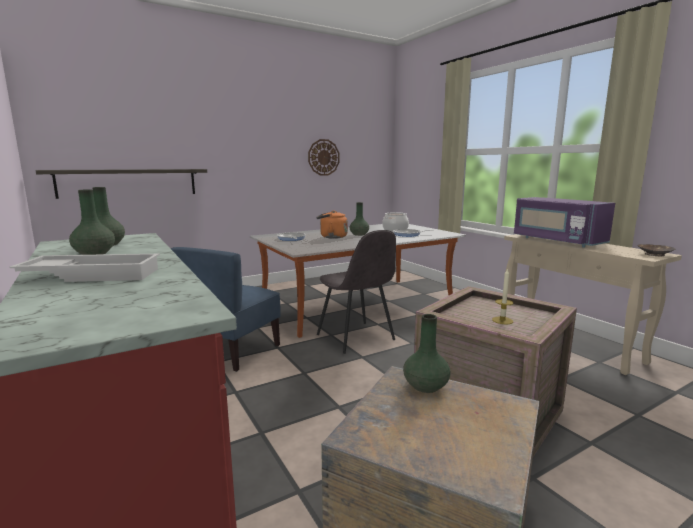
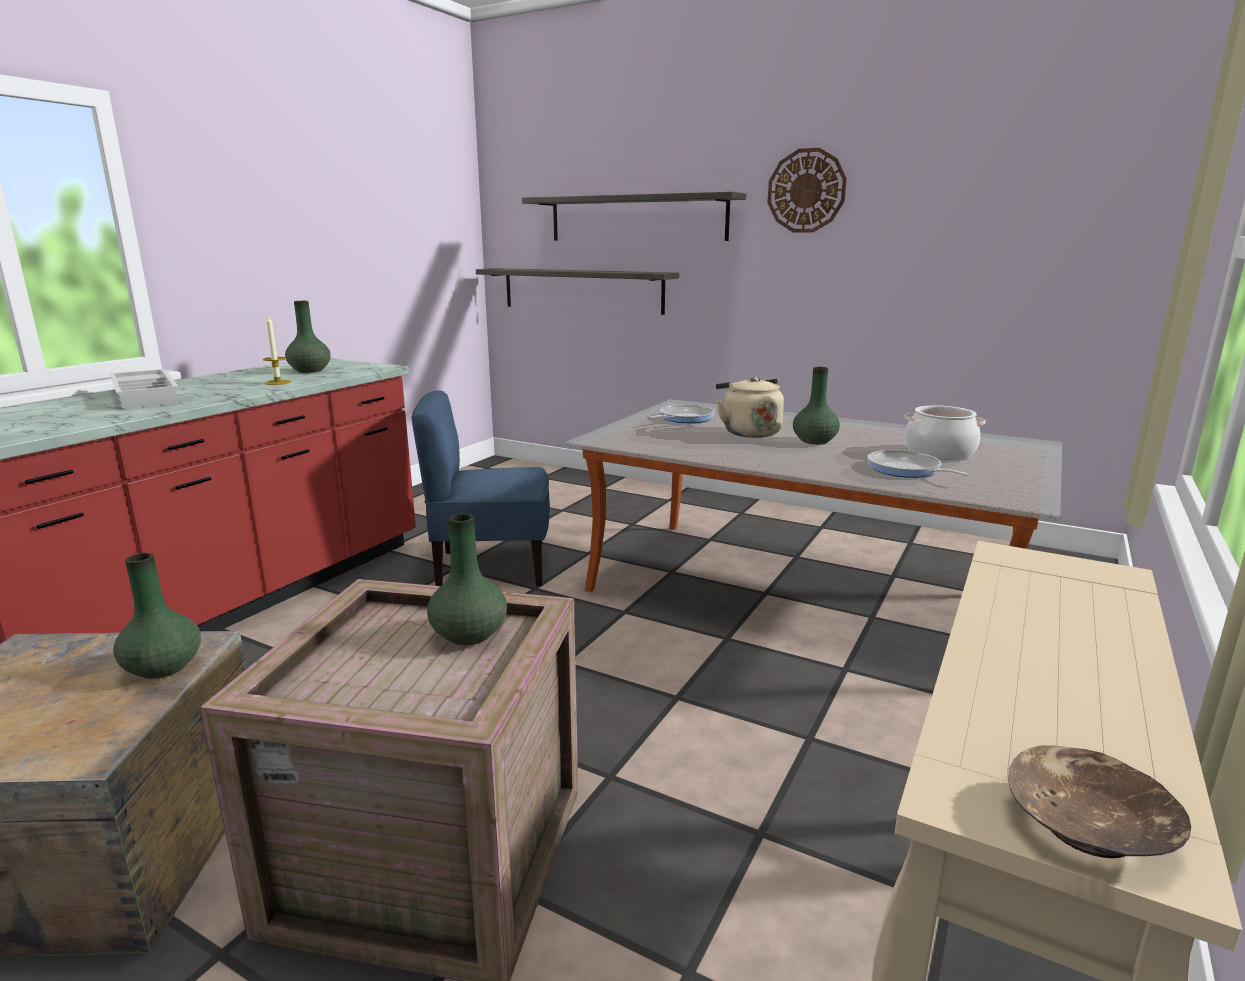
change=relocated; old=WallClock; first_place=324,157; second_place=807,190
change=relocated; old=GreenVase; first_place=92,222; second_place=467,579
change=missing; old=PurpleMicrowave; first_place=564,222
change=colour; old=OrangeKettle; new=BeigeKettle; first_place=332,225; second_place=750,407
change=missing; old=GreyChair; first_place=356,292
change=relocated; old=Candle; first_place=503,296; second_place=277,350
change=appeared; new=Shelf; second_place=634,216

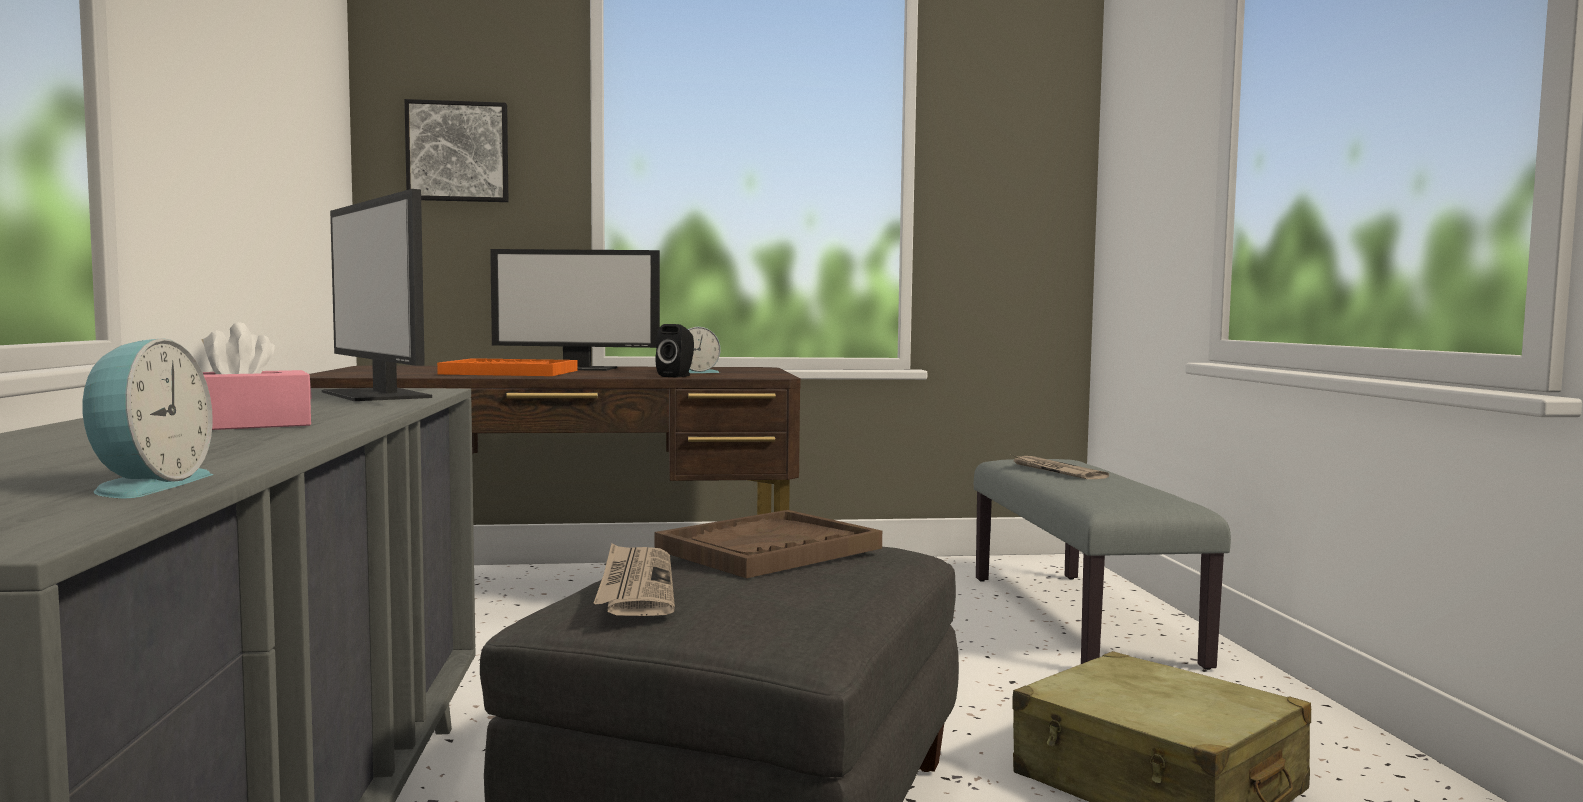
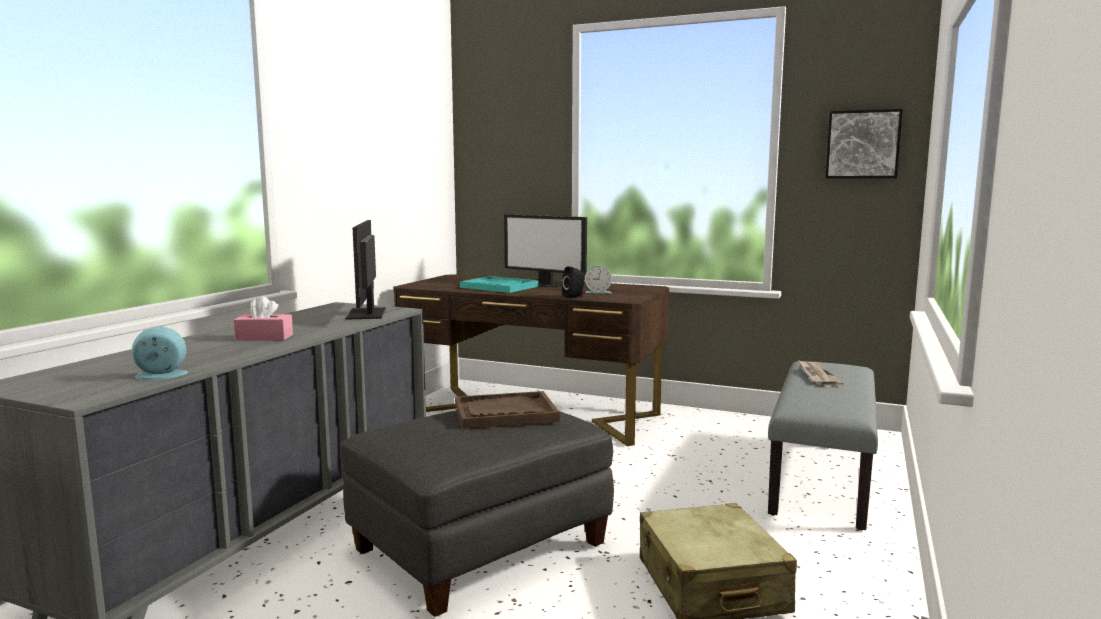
change=relocated; old=Picture; first_place=456,150; second_place=864,143
change=spun; old=AlarmClock; first_place=147,418; second_place=160,353; degrees=-135
change=colour; old=OrangeTray; new=TurquoiseTray; first_place=507,367; second_place=499,284
change=missing; old=Newspaper; first_place=634,579

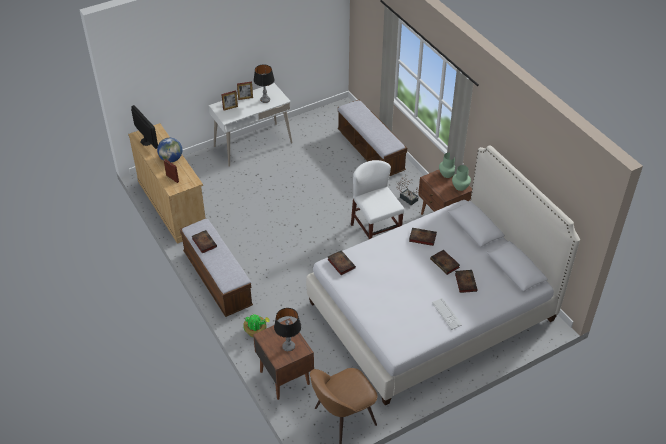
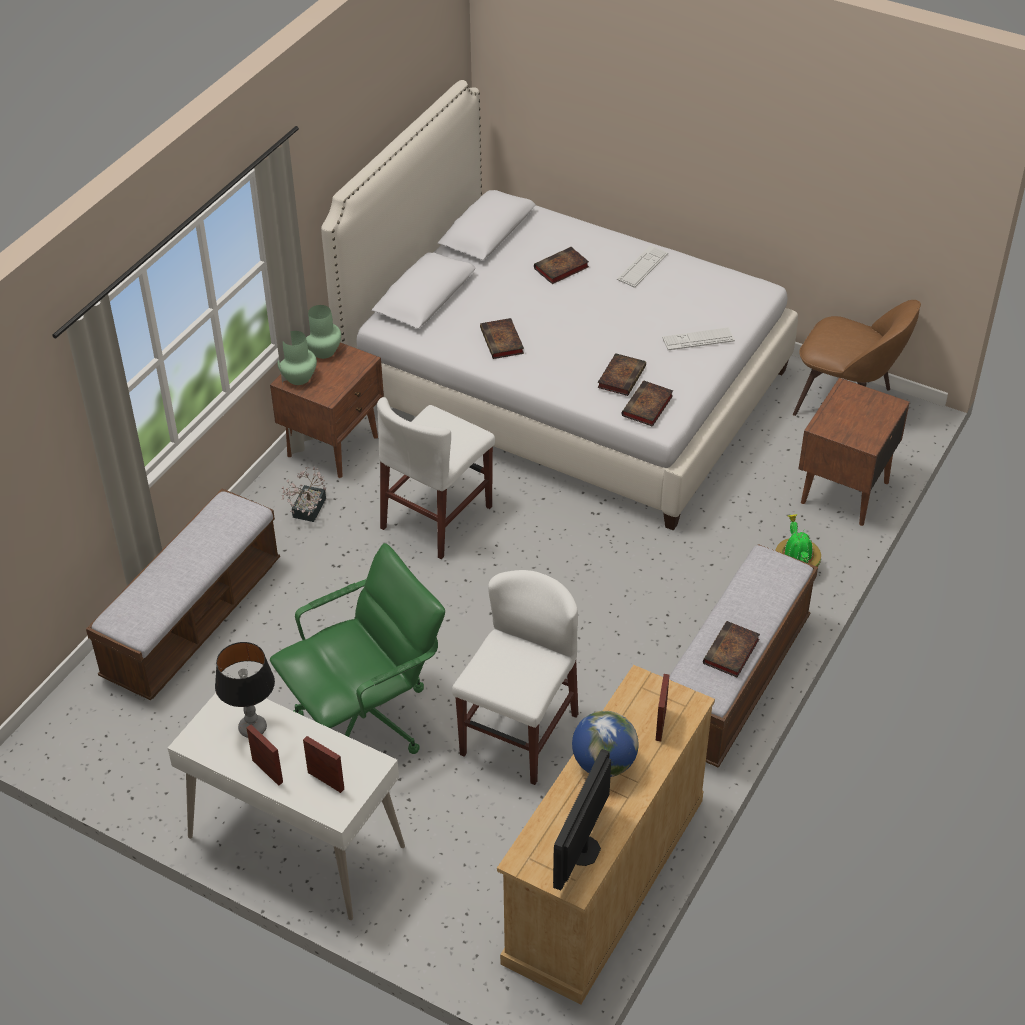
change=relocated; old=Book; first_place=445,262; second_place=621,374
change=missing; old=TableLamp; first_place=287,330
change=appeared; new=Keyboard; second_place=698,338
change=appeared; new=GreenOfficeChair; second_place=357,648
change=appeared; new=WhiteChair; second_place=515,677

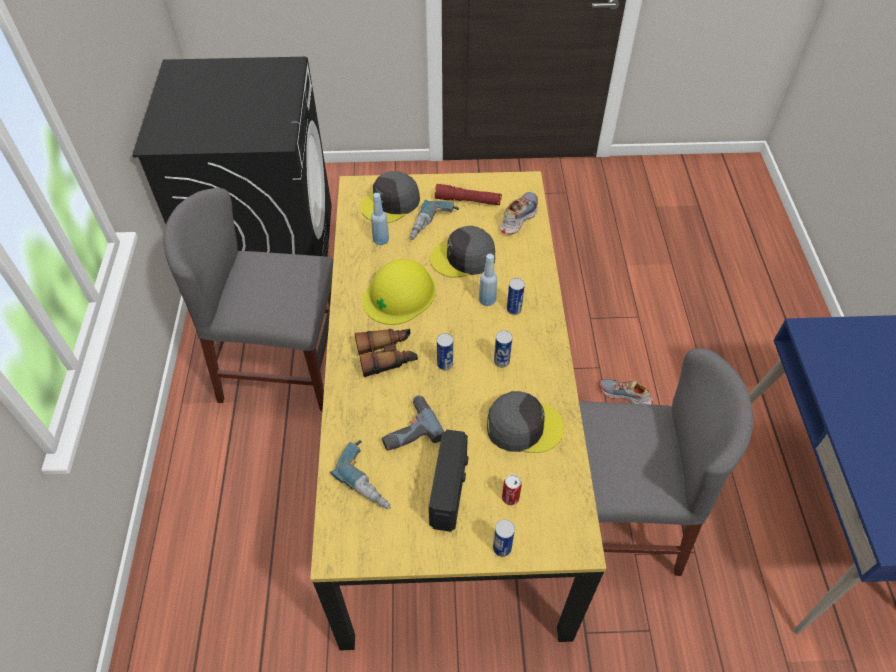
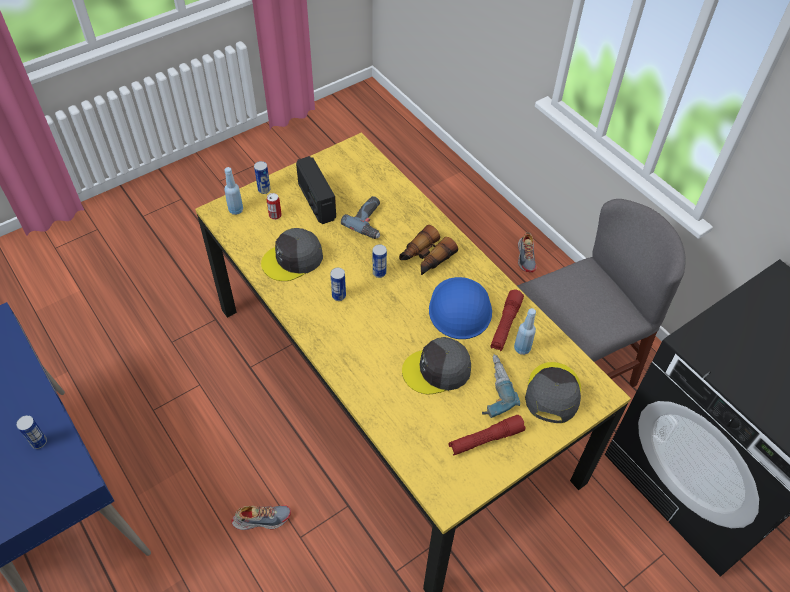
change=relocated; old=Shoe; first_place=518,213; second_place=527,252
change=spun; old=GreyCap; first_place=462,252; second_place=436,366; degrees=-150
change=relocated; old=BlueBottle; first_place=488,280; second_place=233,191
change=colour; old=YellowHardHat; new=BlueHardHat; first_place=399,292; second_place=460,308
change=relocated; old=Can; first_place=516,296; second_place=31,432
change=missing; old=GreyChair; first_place=666,462
change=missing; old=PowerDrill; first_place=360,474
change=appeared; new=RedFlashlight; second_place=507,320

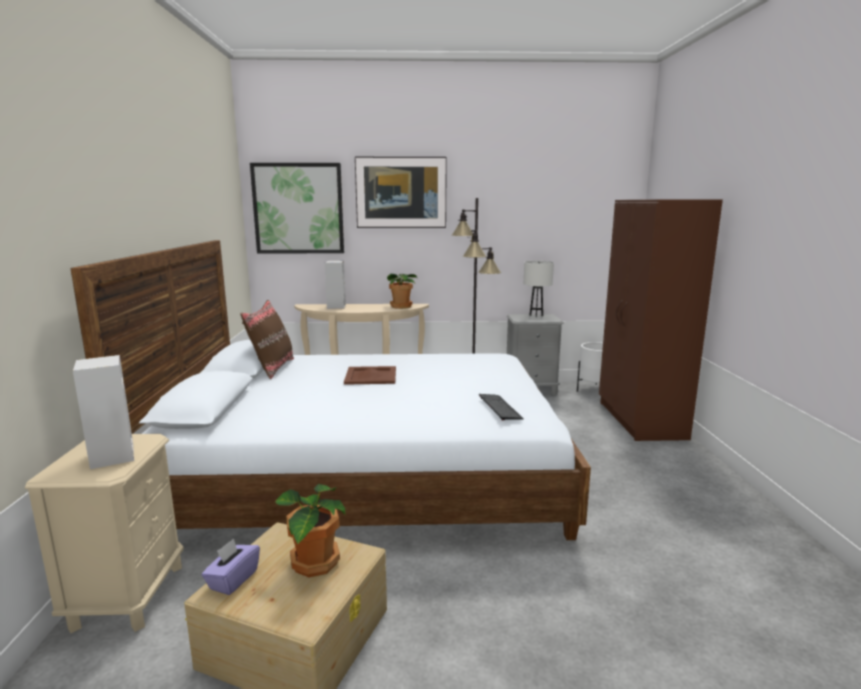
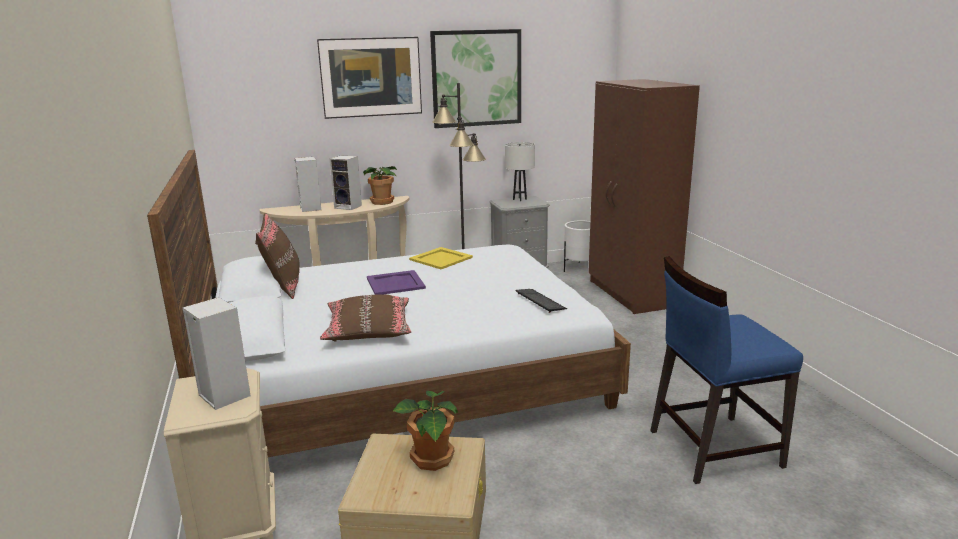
change=relocated; old=Picture; first_place=297,208; second_place=475,78
change=colour; old=BrownTray; new=PurpleTray; first_place=370,375; second_place=396,282
change=missing; old=PurpleTissueBox; first_place=231,566
change=appeared; new=Speaker; second_place=346,182
change=appeared; new=YellowTray; second_place=441,258
change=appeared; new=BlueChair; second_place=726,370
change=appeared; new=BrownPillow; second_place=365,318

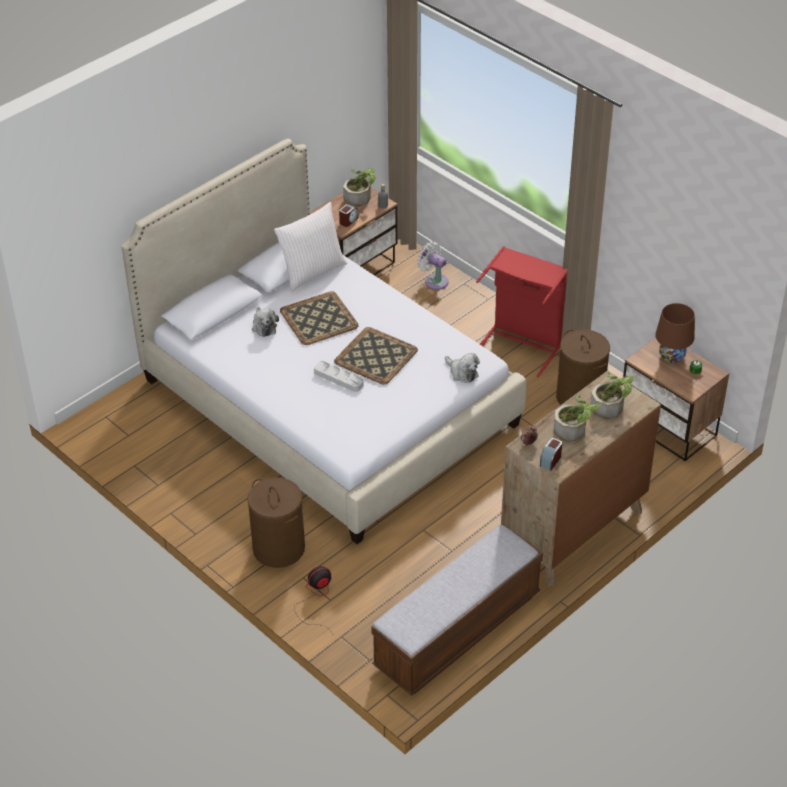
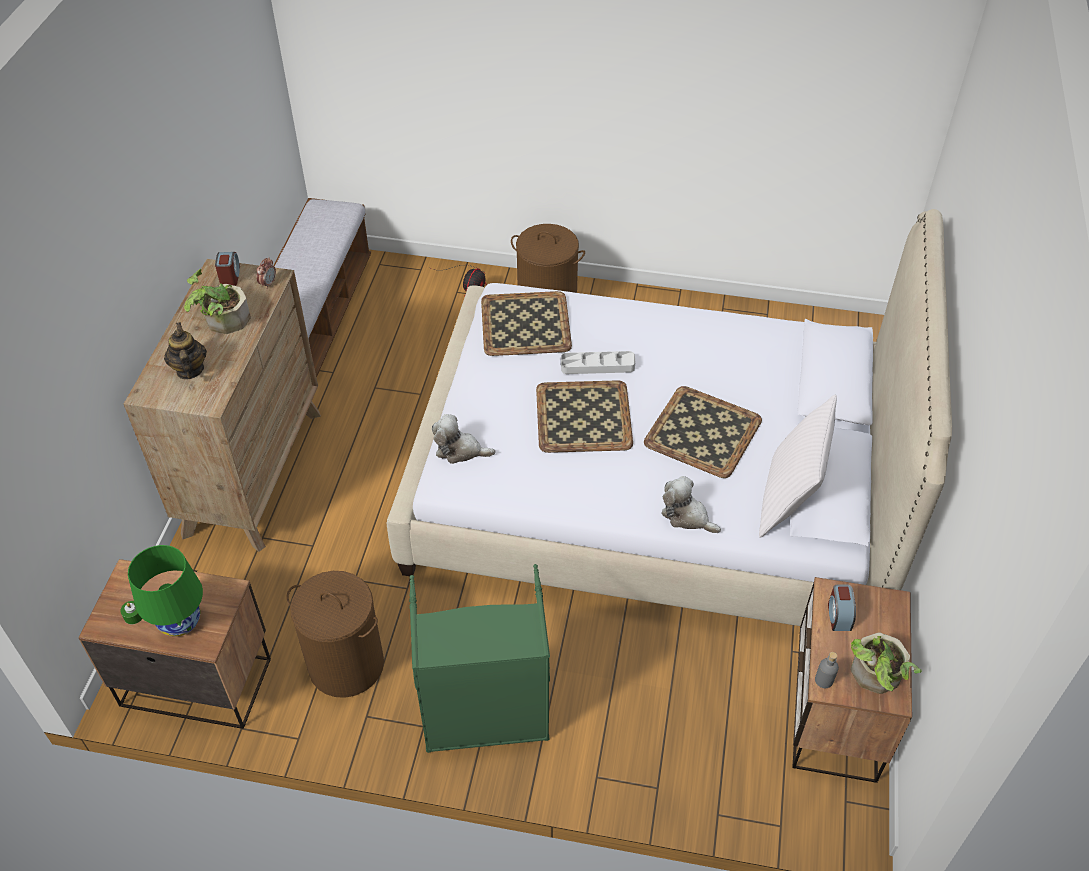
change=missing; old=WhiteFan; first_place=433,265
change=colour; old=RedLaundryBasket; new=GreenLaundryBasket; first_place=521,311; second_place=479,658
change=colour; old=BrownTableLamp; new=GreenTableLamp; first_place=675,333; second_place=165,590
change=relocated; old=PlushToy; first_place=265,322; second_place=691,504
change=exchanged; old=PottedPlant; new=Teapot; first_place=612,394; second_place=185,350
change=appeared; new=Tray; second_place=526,323

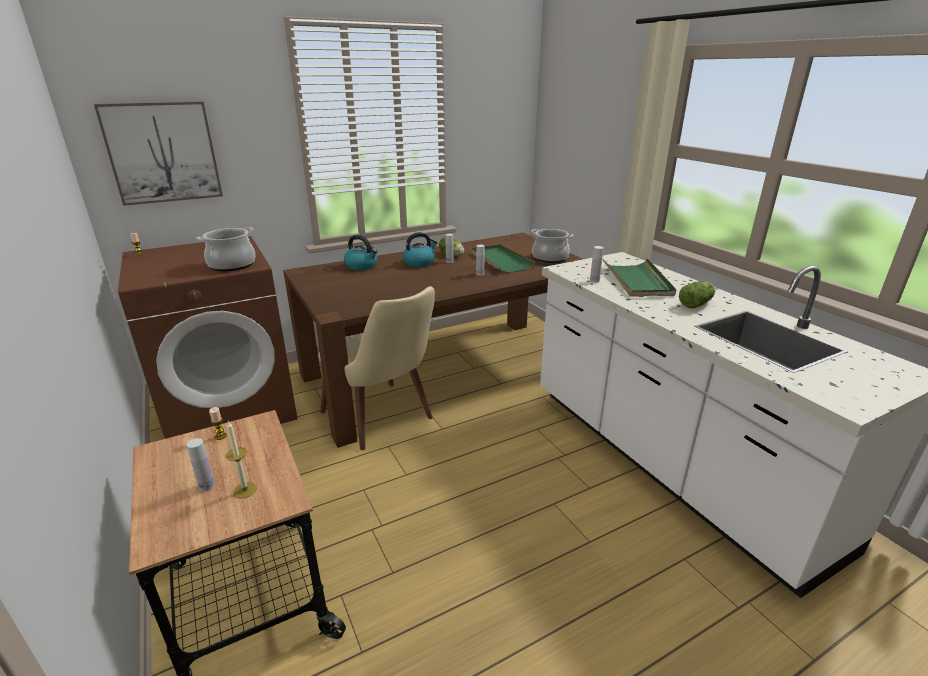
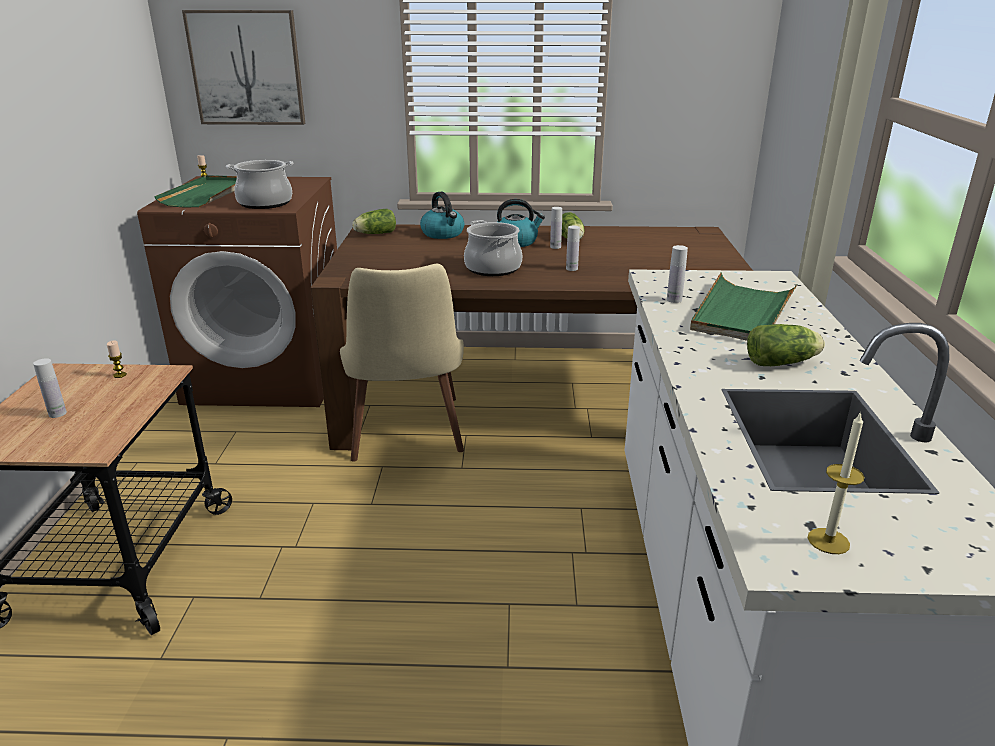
change=relocated; old=CookingPot; first_place=552,246; second_place=493,248
change=relocated; old=GreenTray; first_place=503,258; second_place=195,191
change=relocated; old=Candle; first_place=241,460; second_place=836,482
change=appeared; new=Lettuce; second_place=374,221

